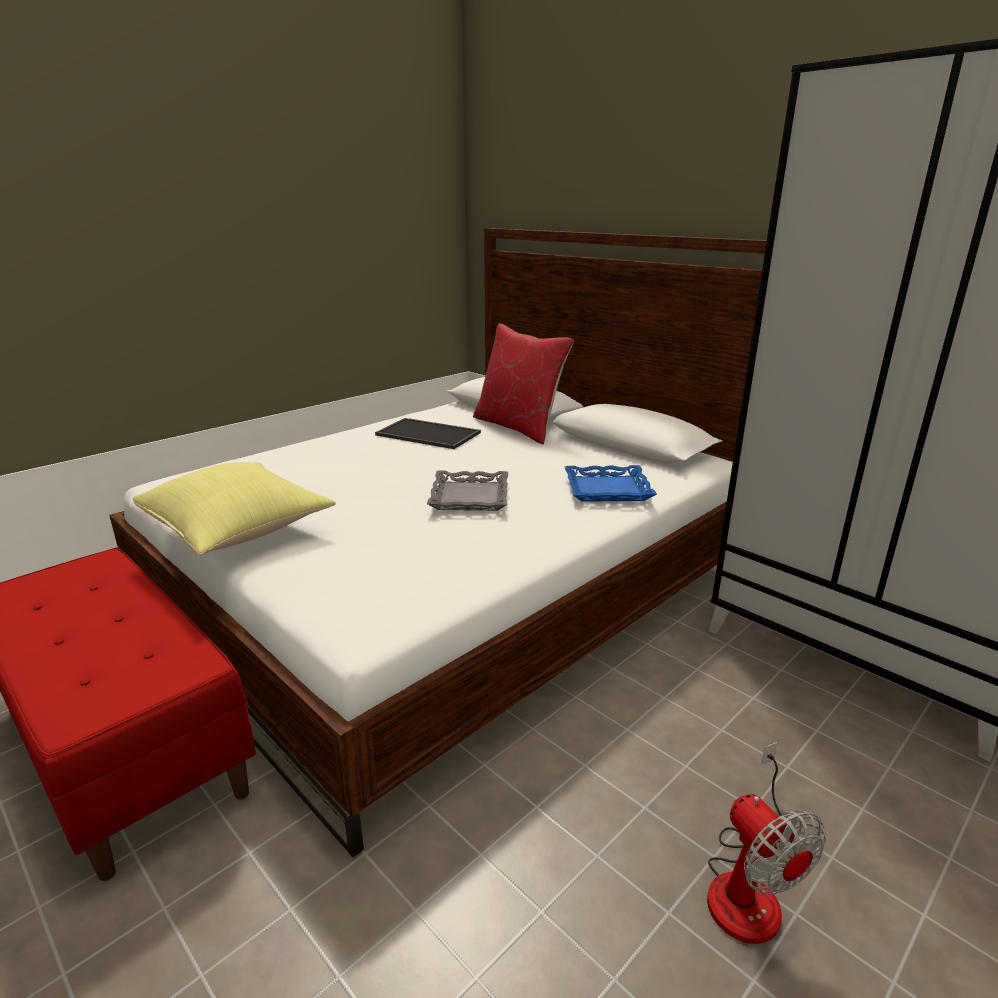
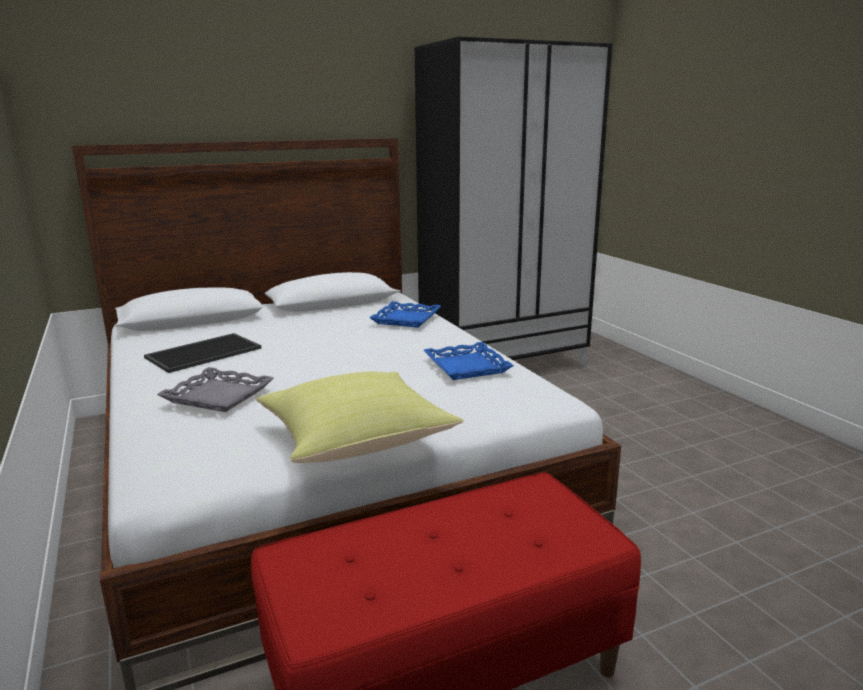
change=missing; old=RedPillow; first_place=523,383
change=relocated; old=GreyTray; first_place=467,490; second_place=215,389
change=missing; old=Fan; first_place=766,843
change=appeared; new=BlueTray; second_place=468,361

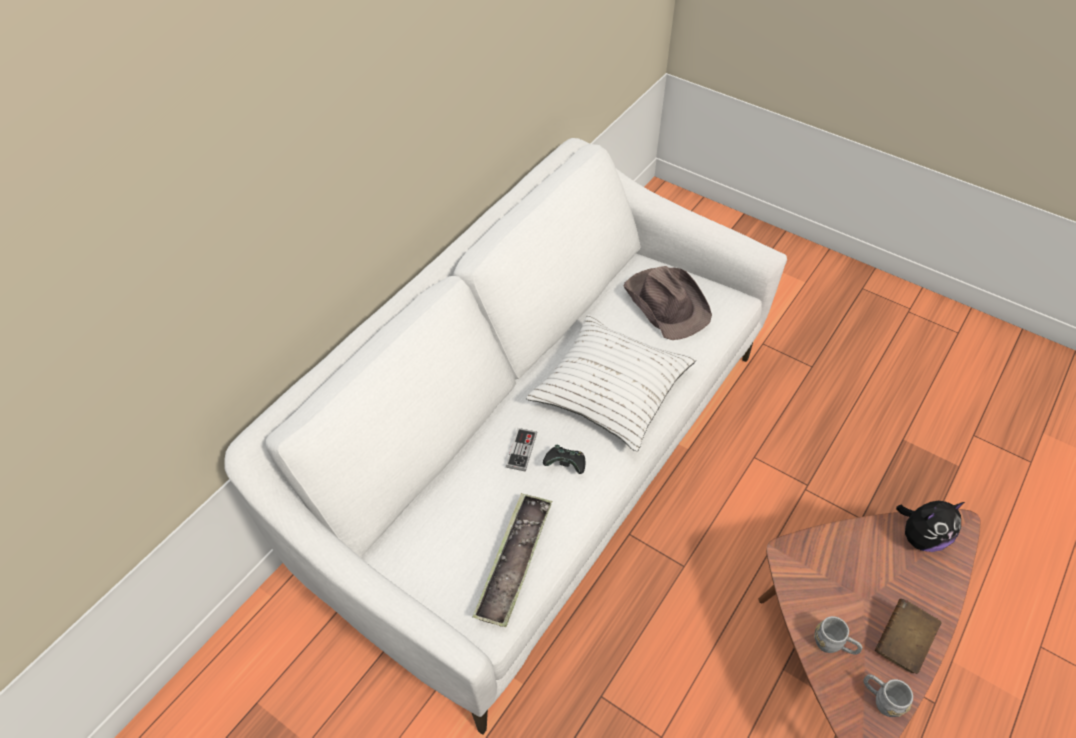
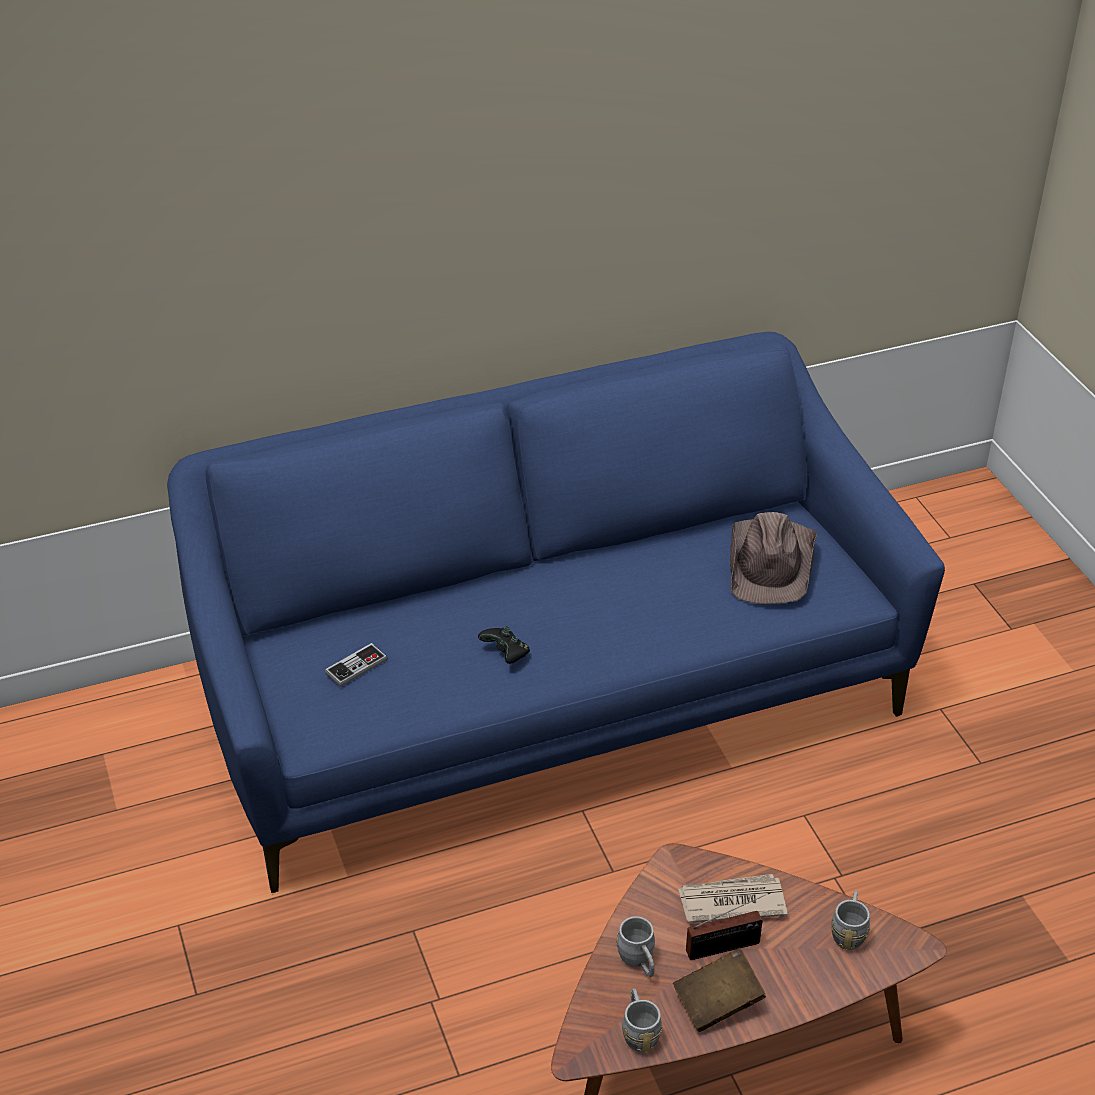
change=colour; old=WhiteSofa; new=BlueSofa; first_place=505,436; second_place=556,612
change=missing; old=WhitePillow; first_place=611,382
change=relocated; old=GameController; first_place=521,450; second_place=356,665
change=missing; old=Tray; first_place=512,560
change=exchanged; old=PlushToy; new=GreyMug; first_place=930,526; second_place=850,920
change=appeared; new=Newspaper; second_place=732,898
change=appeared; new=Radio; second_place=728,926

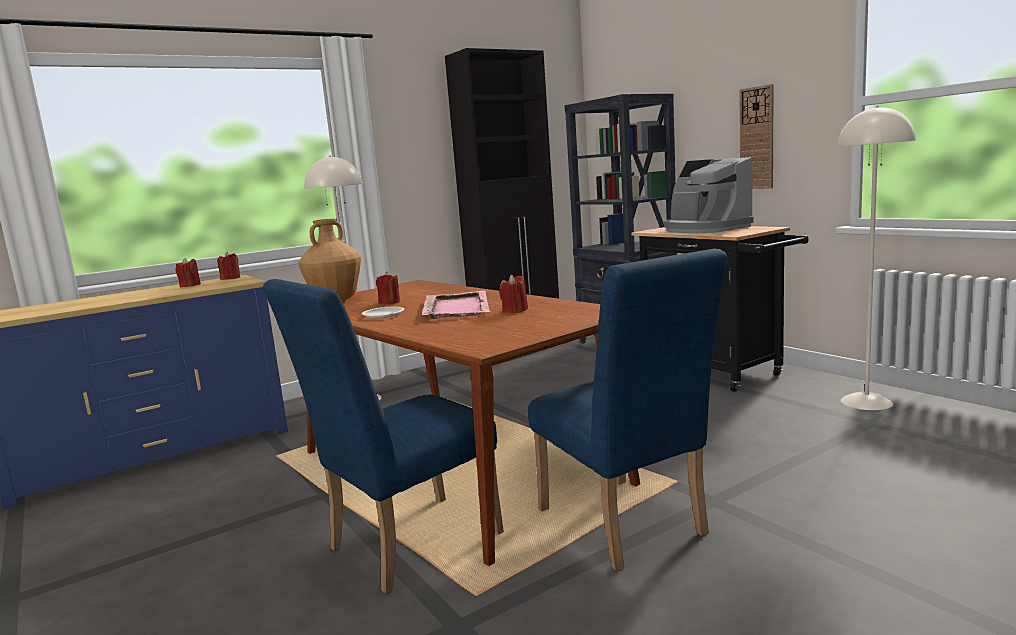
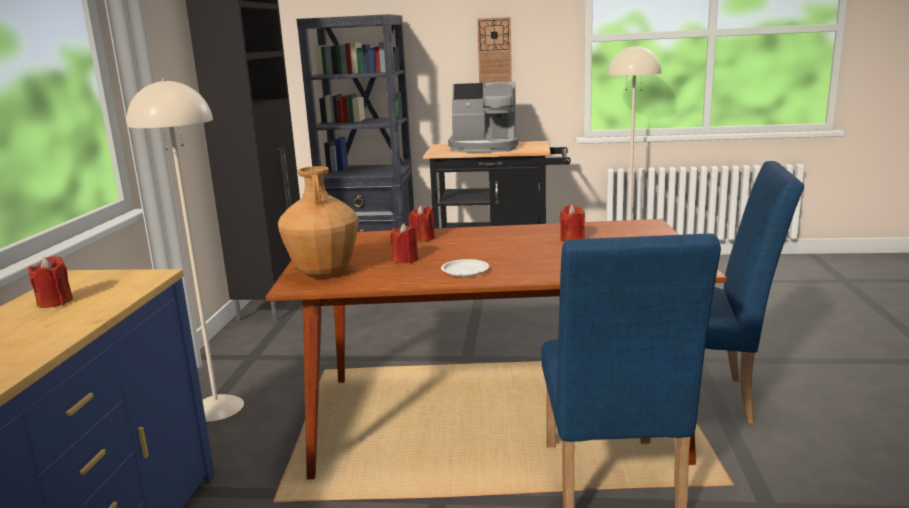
change=relocated; old=RedCandle; first_place=228,266; second_place=421,223
change=missing; old=PinkTray; first_place=456,304

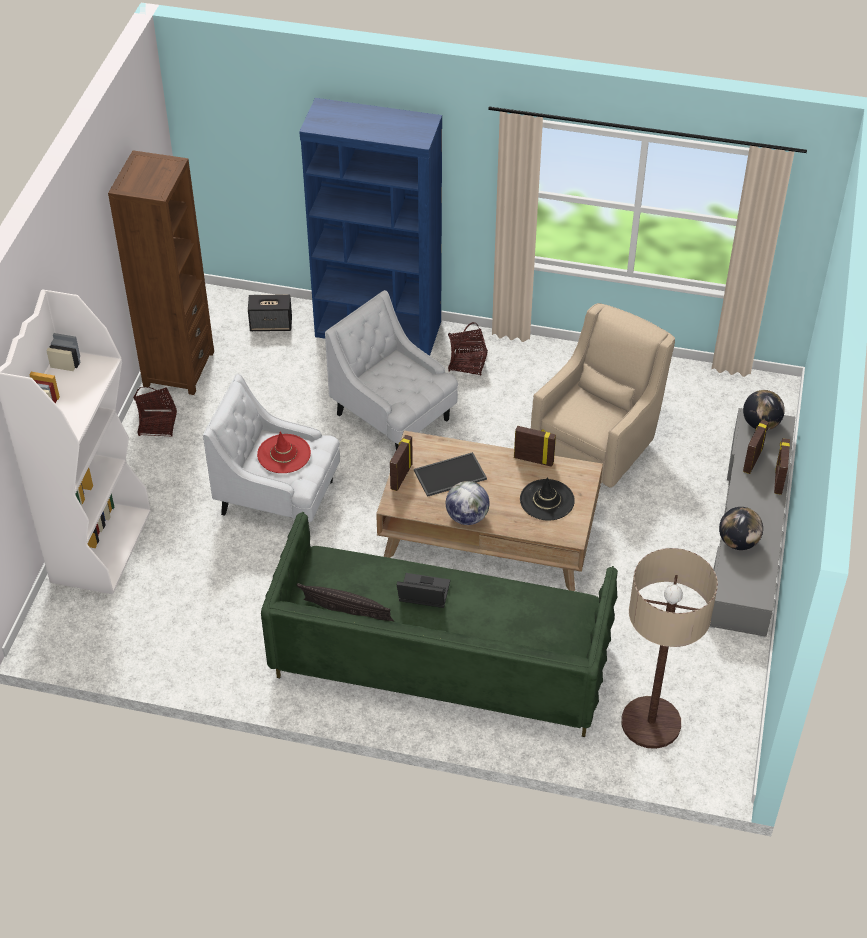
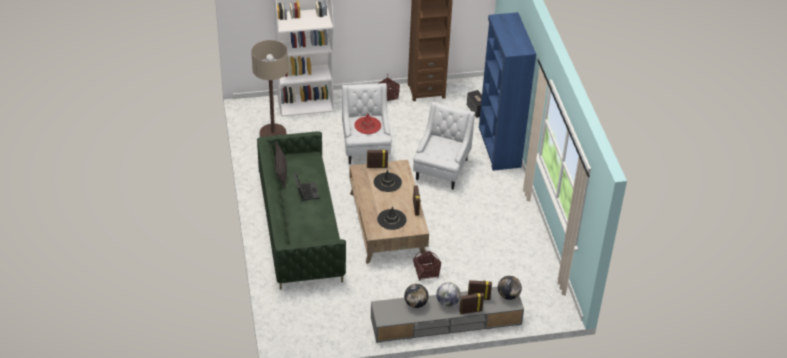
change=missing; old=BeigeArmchair; first_place=603,395
change=relocated; old=Basket; first_place=468,348; second_place=427,265
change=exchanged; old=Tray; new=BlackHat; first_place=450,474; second_place=388,180
change=relocated; old=Globe; first_place=468,503; second_place=448,294
change=relocated; old=FloorLamp; first_place=669,648; second_place=269,88

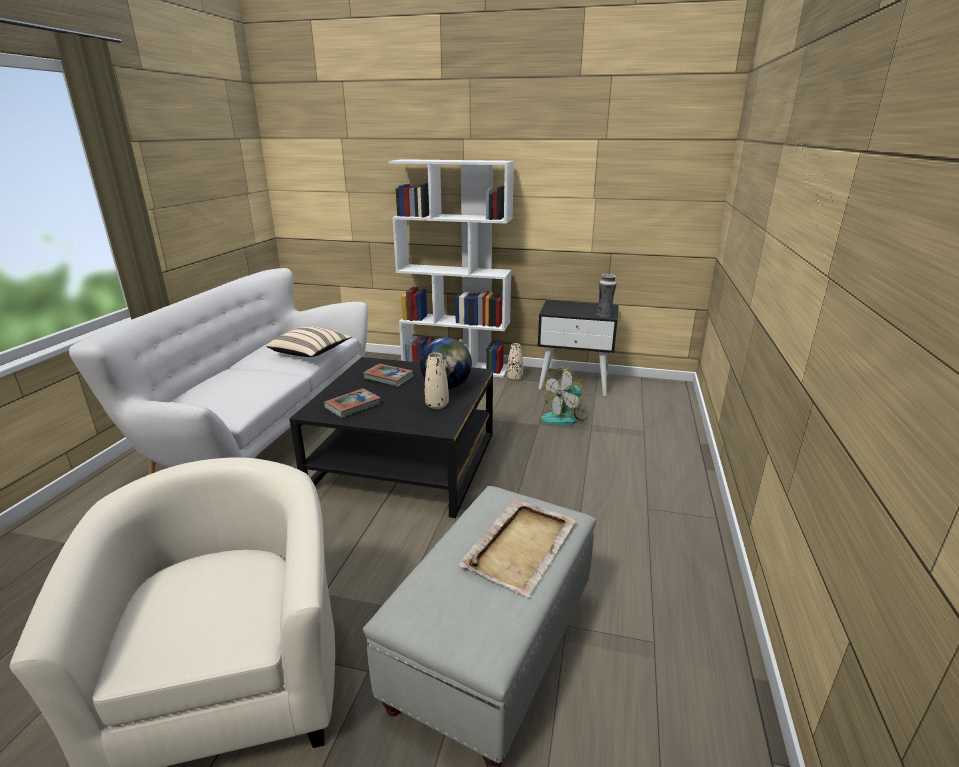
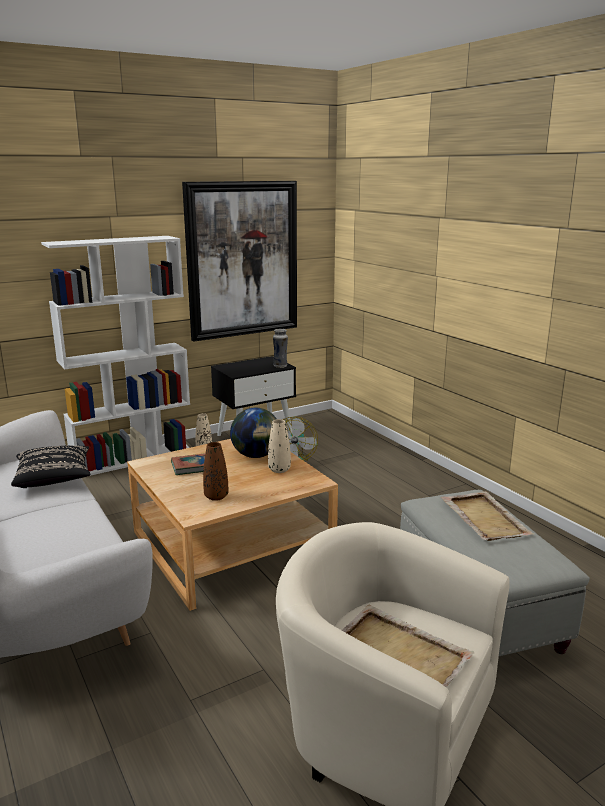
change=colour; old=BeigePillow; new=BlackPillow; first_place=308,341; second_place=51,467
change=colour; old=BlackCoffeeTable; new=BeigeCoffeeTable; first_place=391,437; second_place=232,525
change=exchanged; old=Book; new=BrownVase; first_place=352,403; second_place=215,471
change=appeared; new=Picture; second_place=239,261
change=appeared; new=BeigeTray; second_place=408,646

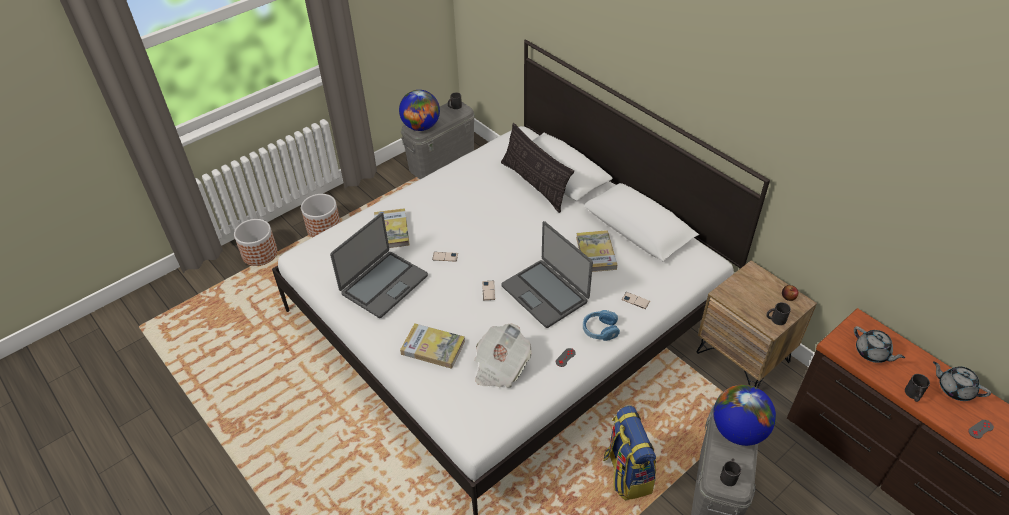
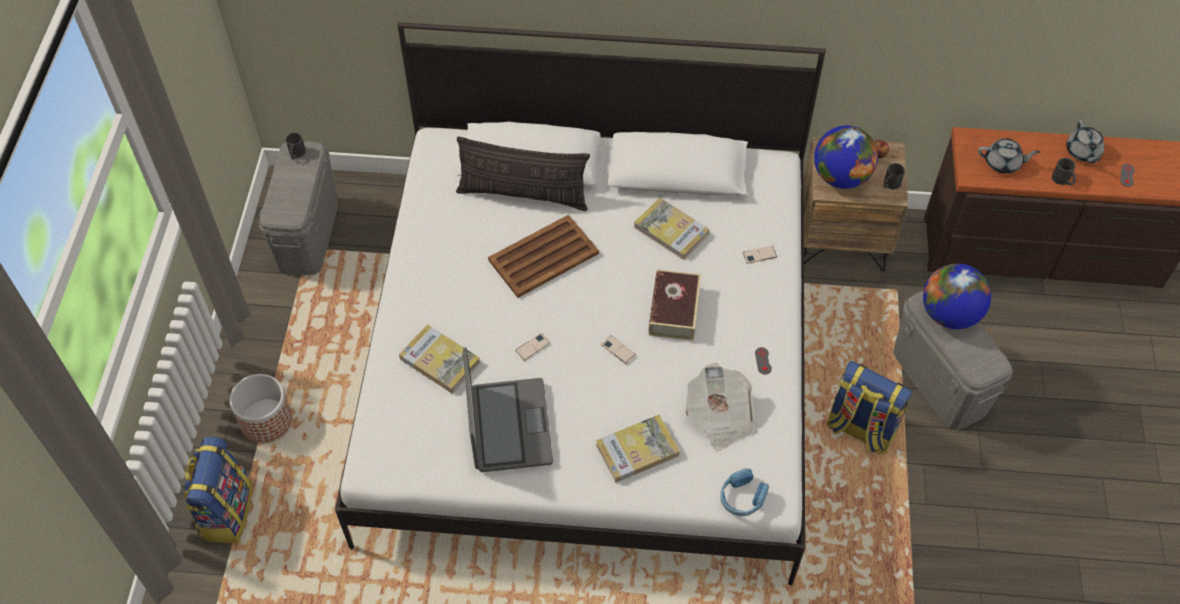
change=relocated; old=Globe; first_place=419,110; second_place=846,157
change=exchanged; old=Planter; new=Backpack; first_place=256,242; second_place=218,490
change=exchanged; old=Laptop; new=Book; first_place=547,274; second_place=674,305
change=relocated; old=BlueHeadphones; first_place=601,325; second_place=744,492
change=spun; old=GreyTeapot; first_place=962,381; second_place=1085,141; degrees=-90
change=missing; old=BlackMug; first_place=730,472
change=appeared; new=BrownTray; second_place=543,256

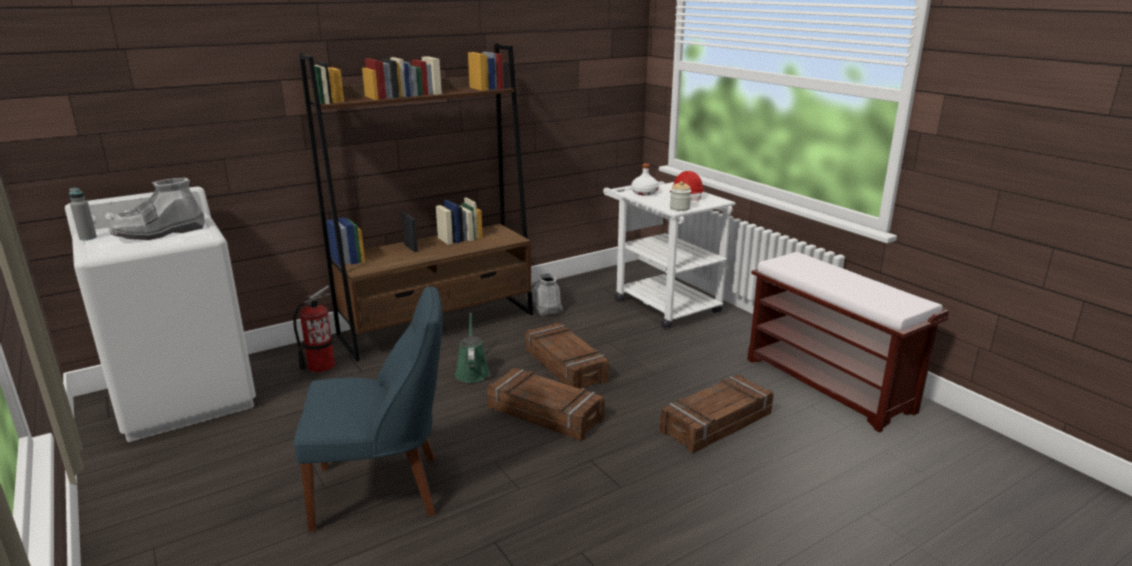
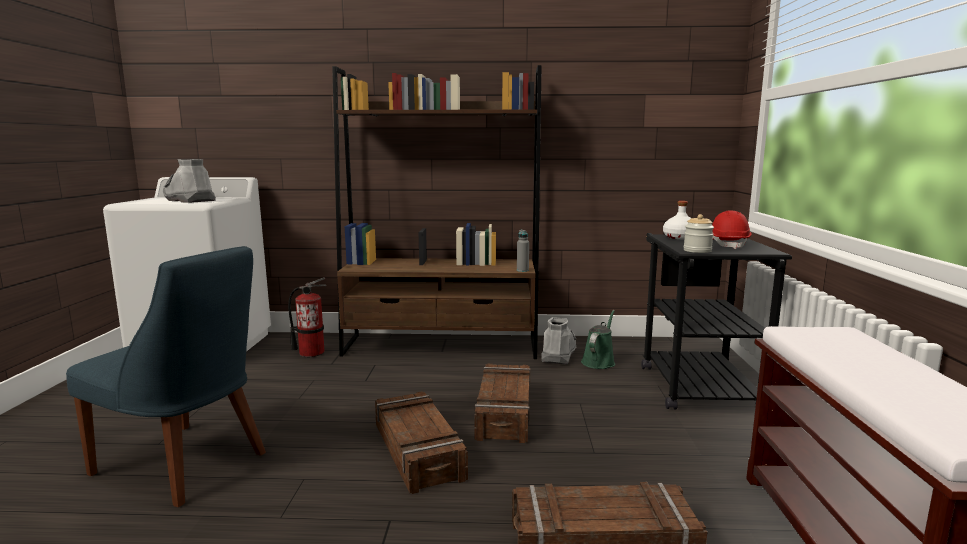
change=spun; old=GreyBoot; first_place=156,209; second_place=189,181; degrees=45
change=colour; old=WhiteCart; new=BlackCart; first_place=669,255; second_place=716,321
change=relocated; old=GreyBottle; first_place=83,214; second_place=523,251
change=relocated; old=GreenWateringCan; first_place=472,348; second_place=598,339

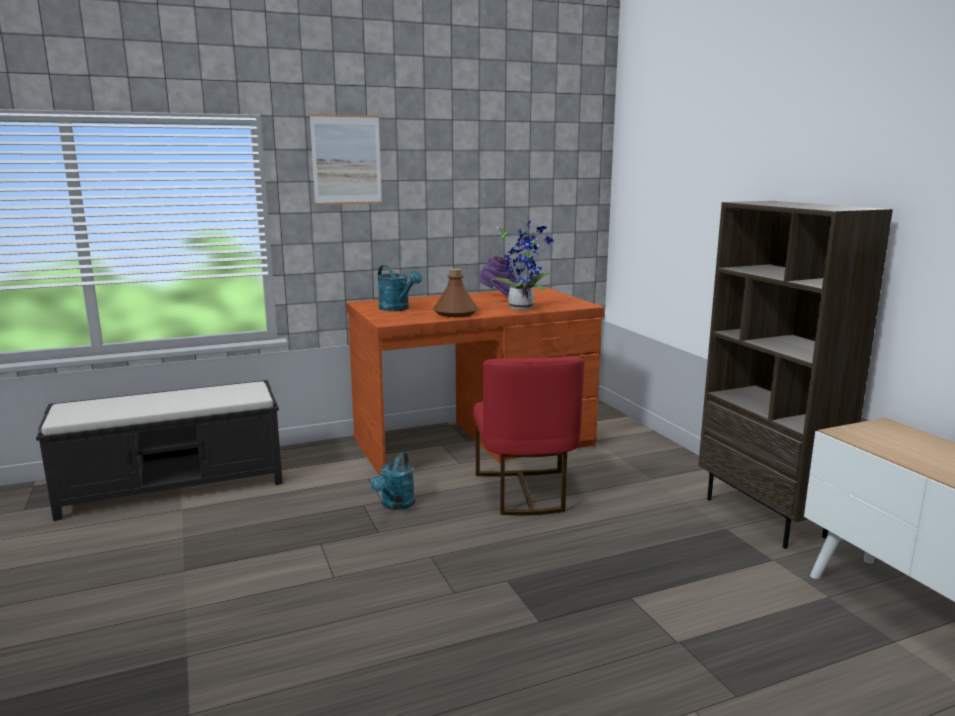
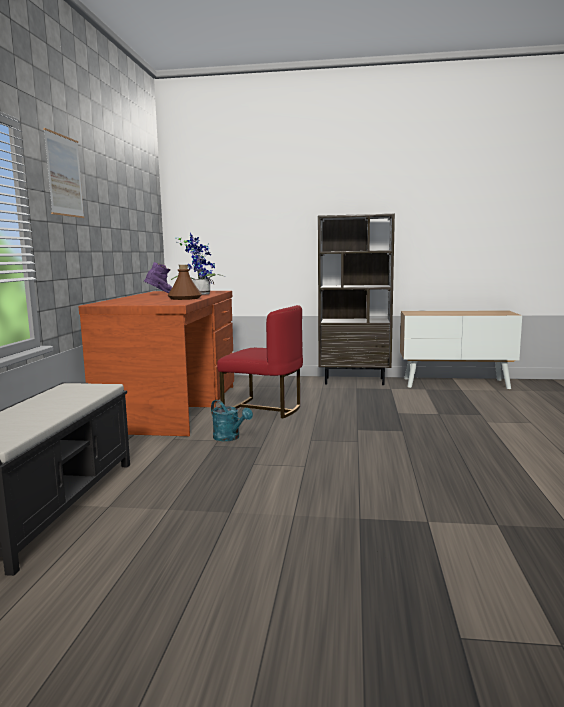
change=missing; old=TurquoiseWateringCan; first_place=400,288

